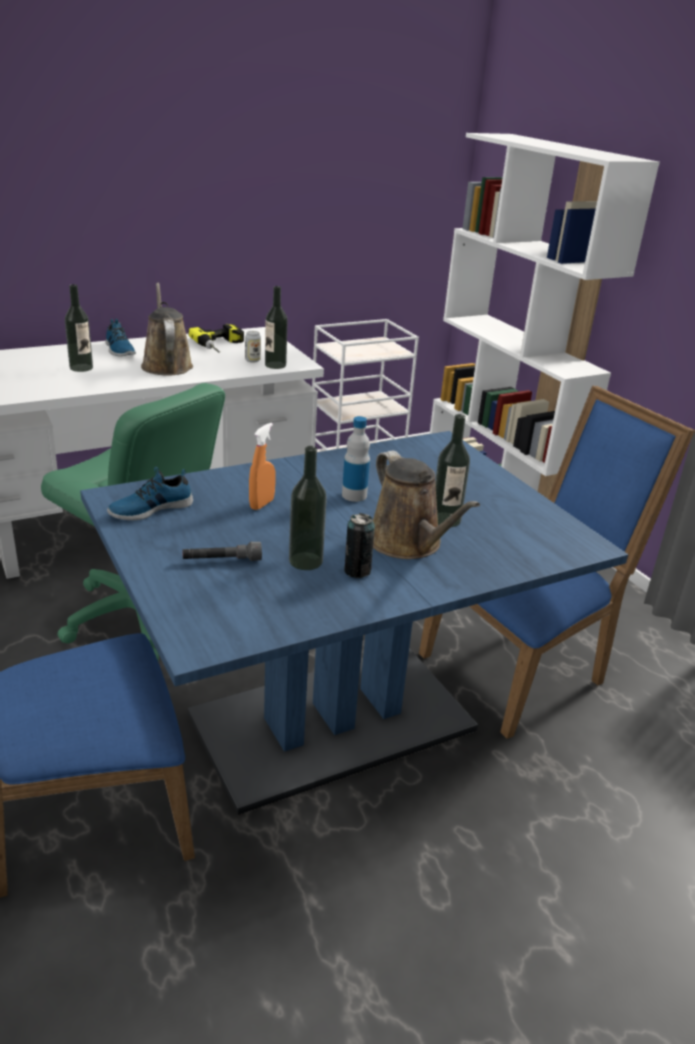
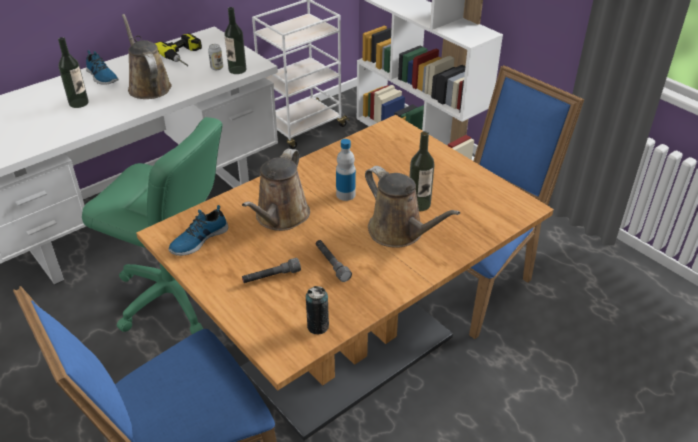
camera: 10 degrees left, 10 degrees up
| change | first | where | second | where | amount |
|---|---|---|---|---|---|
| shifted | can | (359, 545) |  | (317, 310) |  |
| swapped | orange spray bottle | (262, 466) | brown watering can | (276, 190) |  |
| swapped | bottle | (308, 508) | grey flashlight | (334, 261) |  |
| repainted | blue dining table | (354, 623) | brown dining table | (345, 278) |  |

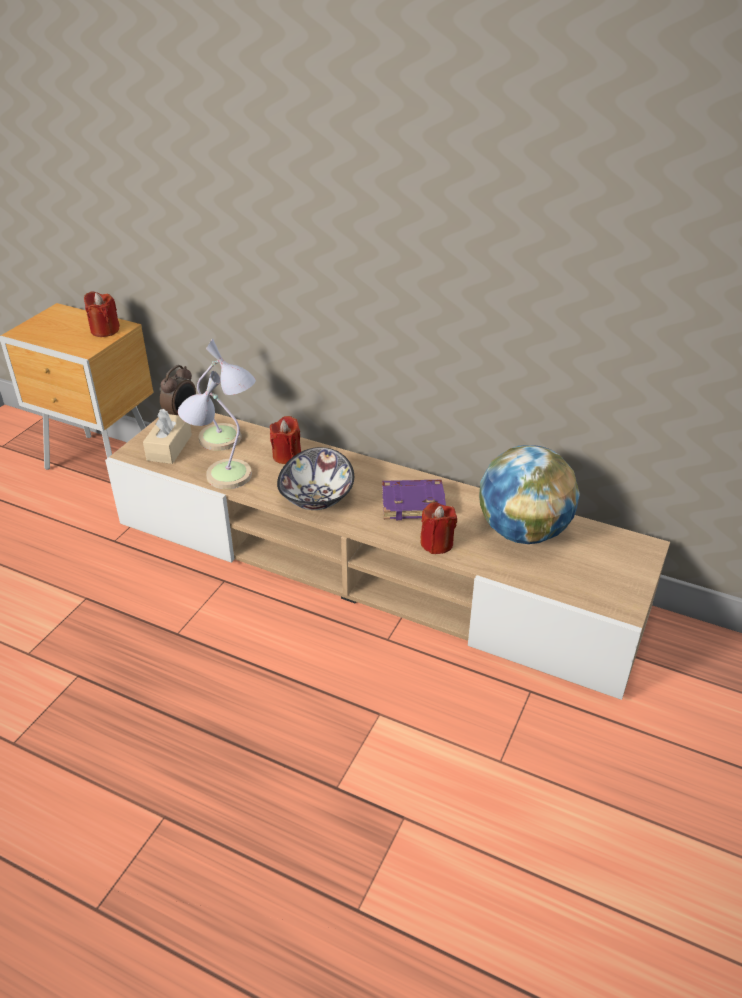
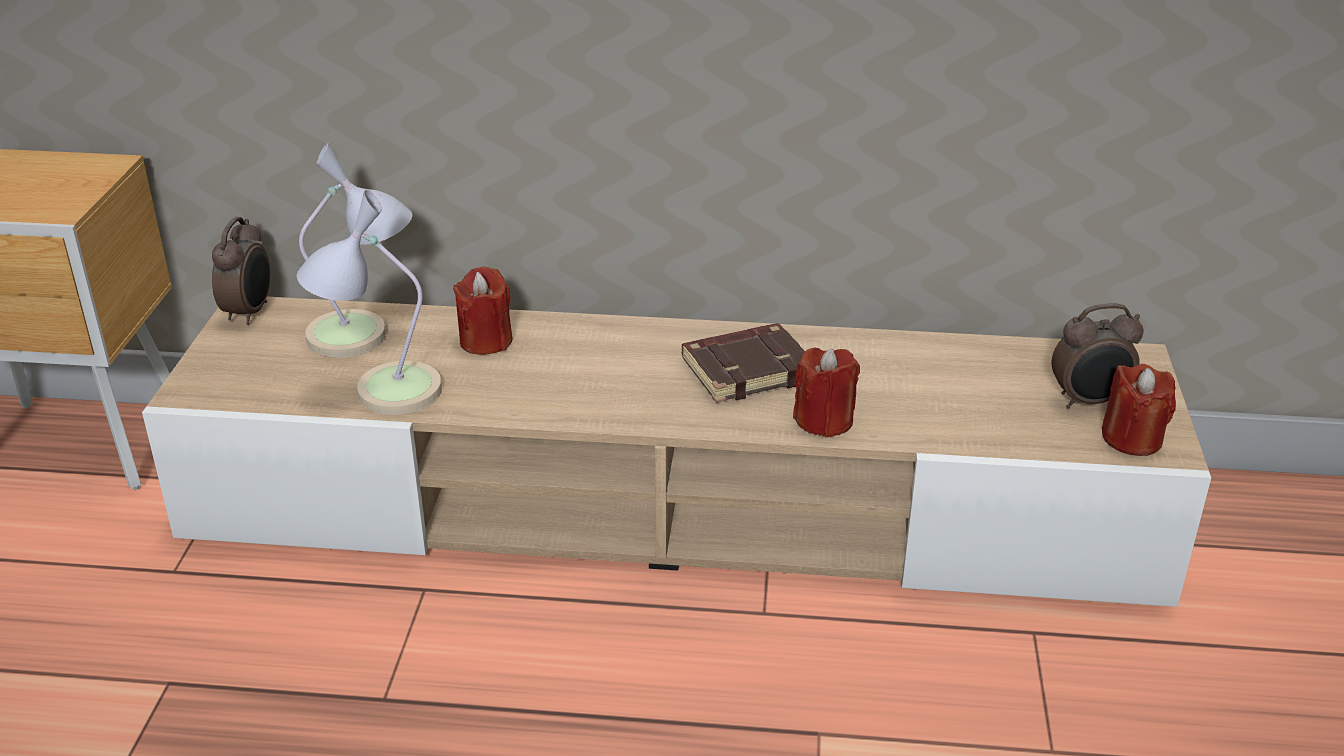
camera: 20 degrees left, 5 degrees down
| change | first | where | second | where | amount |
|---|---|---|---|---|---|
| gone | beige tissue box | (167, 436) |  |  |  |
| gone | bowl | (315, 478) |  |  |  |
| gone | globe | (529, 494) |  |  |  |
| new |  |  | alarm clock | (1098, 355) |  |
| shifted | red candle | (102, 314) |  | (1139, 410) |  |
| repainted | purple book | (414, 500) | brown book | (743, 363) |  |

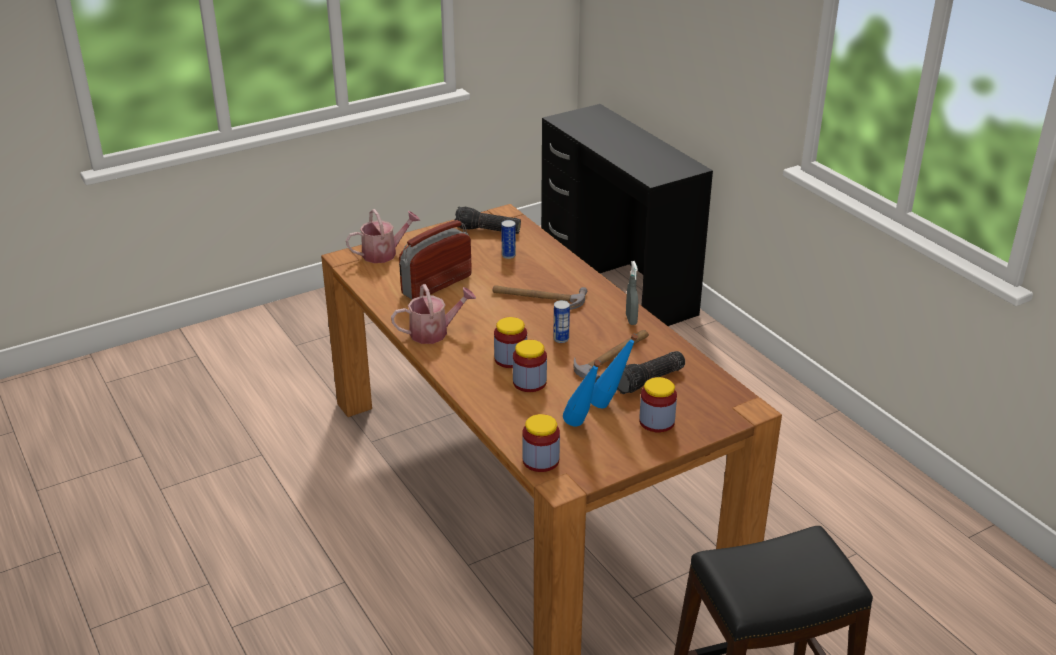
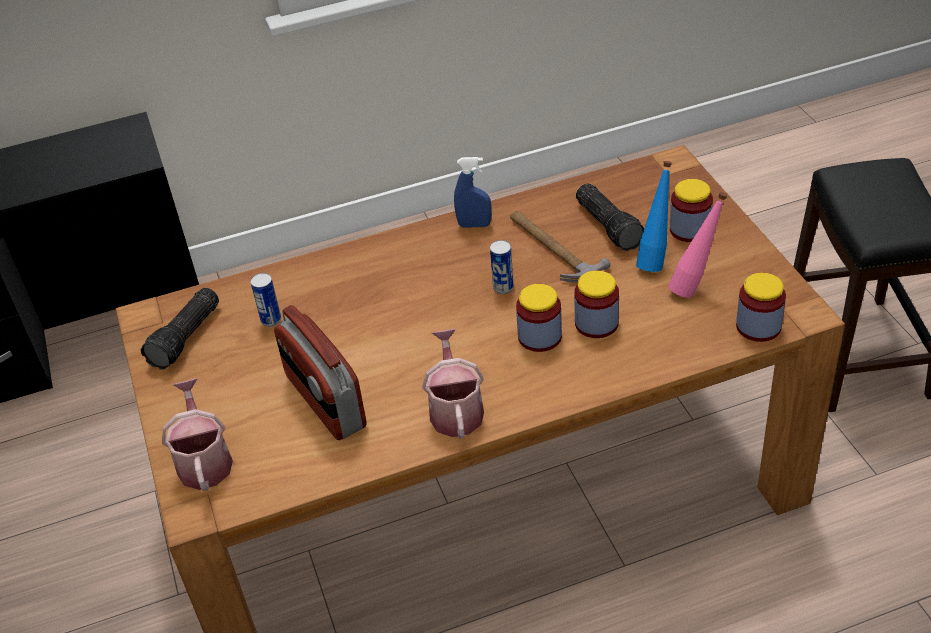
camera: 75 degrees left, 10 degrees up
| change | first | where | second | where | amount |
|---|---|---|---|---|---|
| gone | hammer | (540, 297) |  |  |  |
| repainted | blue bottle | (582, 393) | pink bottle | (697, 245) |  |
| repainted | grey spray bottle | (632, 293) | blue spray bottle | (473, 192) |  |

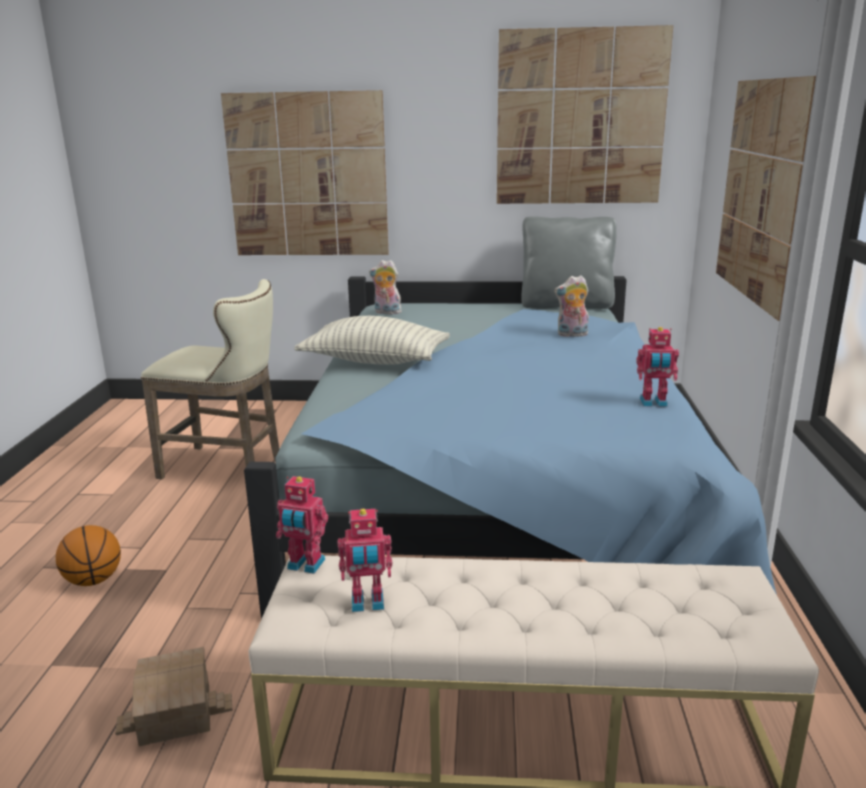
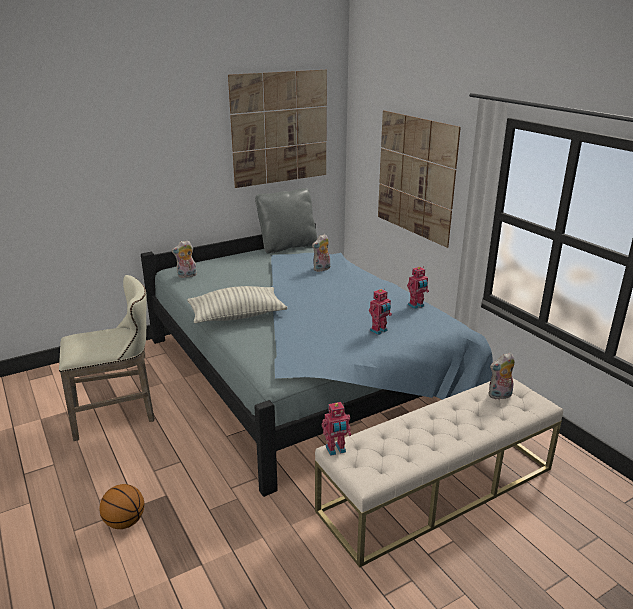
camera: 35 degrees left, 5 degrees up
| change | first | where | second | where | amount |
|---|---|---|---|---|---|
| gone | toy house | (173, 696) |  |  |  |
| gone | picture | (305, 172) |  |  |  |
| new |  |  | plush toy | (501, 376) |  |
| shifted | toy robot | (364, 560) |  | (380, 311) |  |

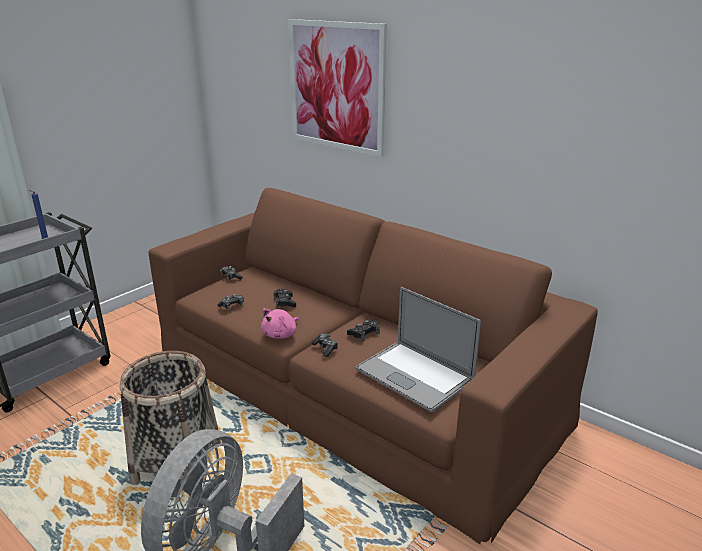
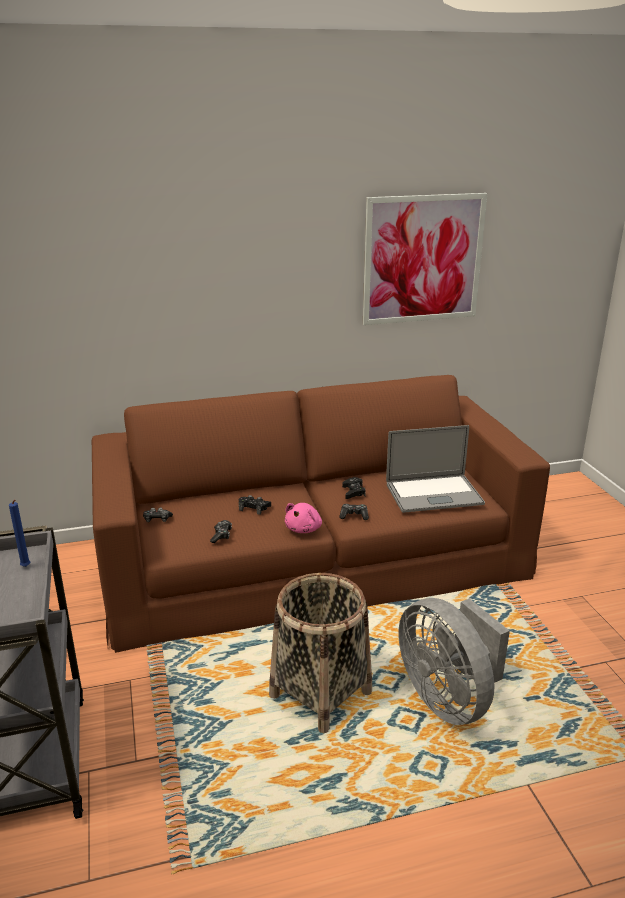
camera: 55 degrees left, 0 degrees up
| change | first | where | second | where | amount |
|---|---|---|---|---|---|
| shifted | picture | (337, 88) |  | (425, 259) |  |
| rotated | pink plush toy | (280, 323) |  | (303, 518) | 45 degrees clockwise |

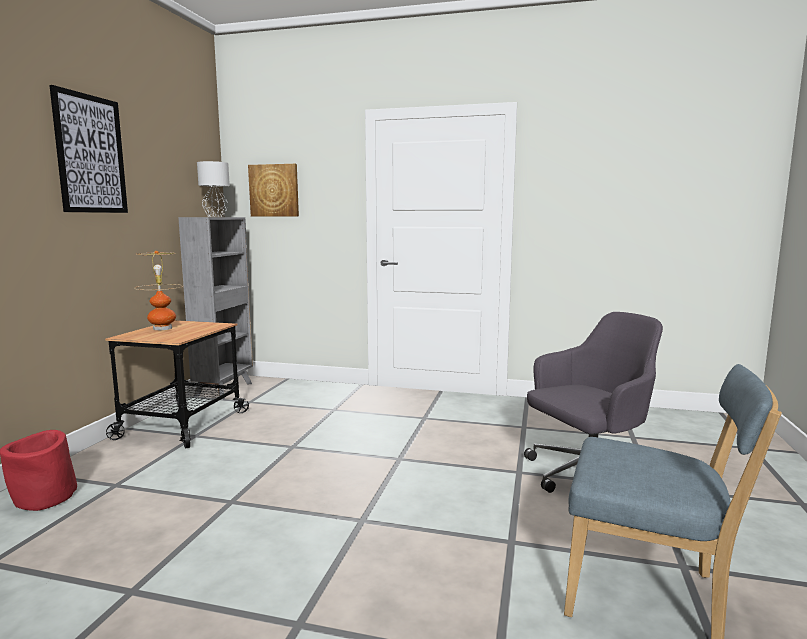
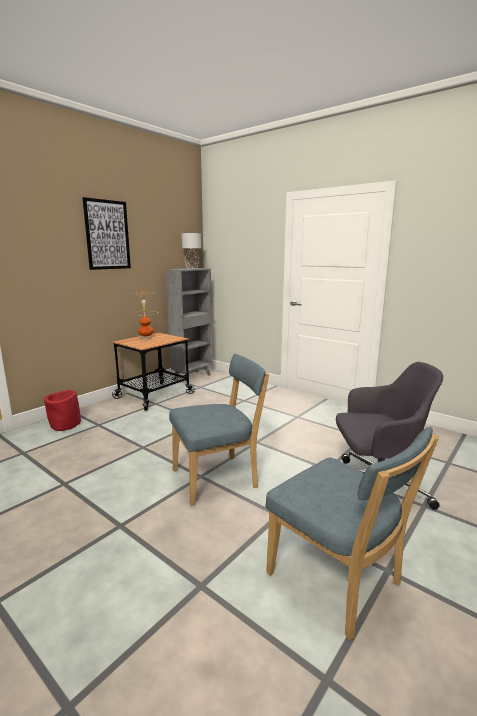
camera: 25 degrees right, 5 degrees up
| change | first | where | second | where | amount |
|---|---|---|---|---|---|
| gone | picture | (273, 190) |  |  |  |
| new |  |  | blue chair | (219, 430) |  |

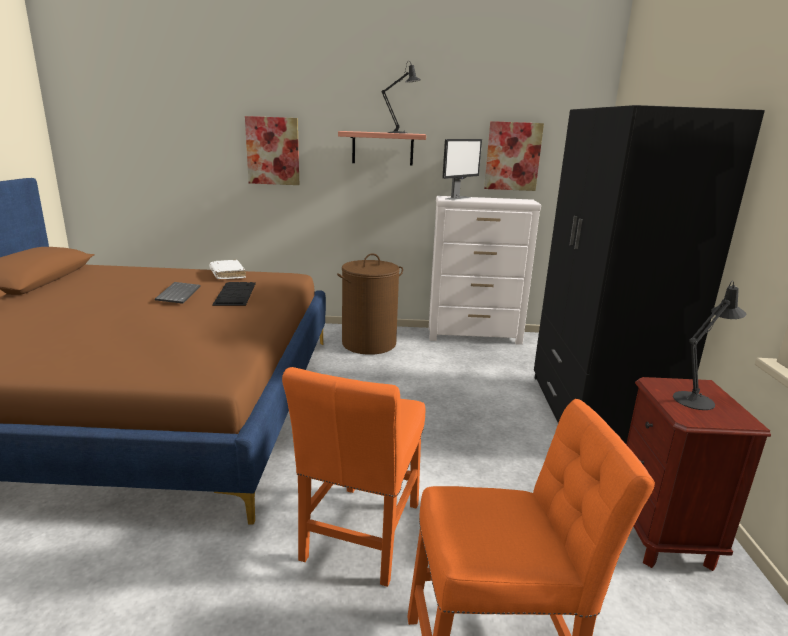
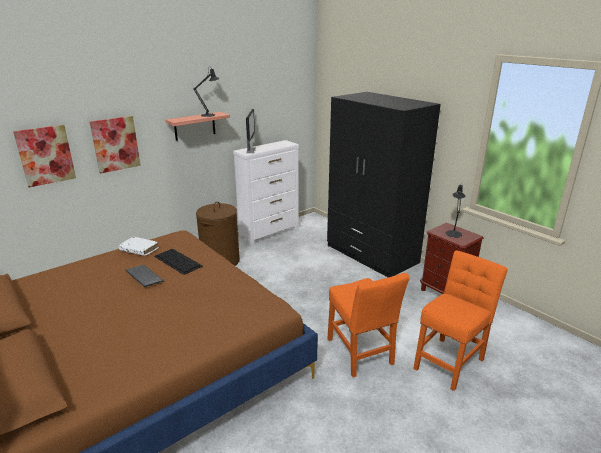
camera: 40 degrees left, 5 degrees up
| change | first | where | second | where | amount |
|---|---|---|---|---|---|
| shifted | picture | (514, 156) |  | (44, 156) |  |

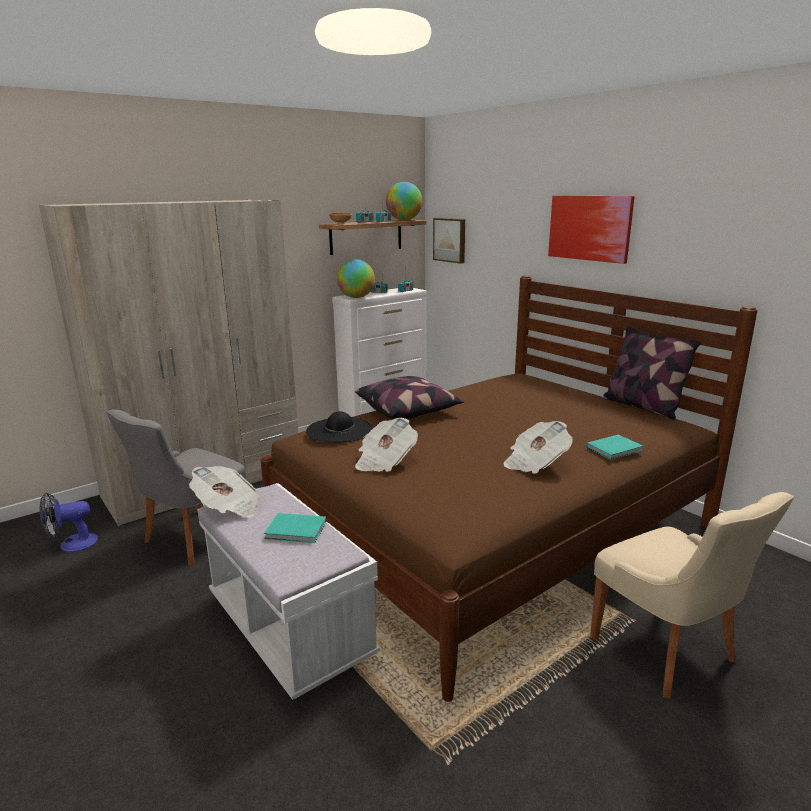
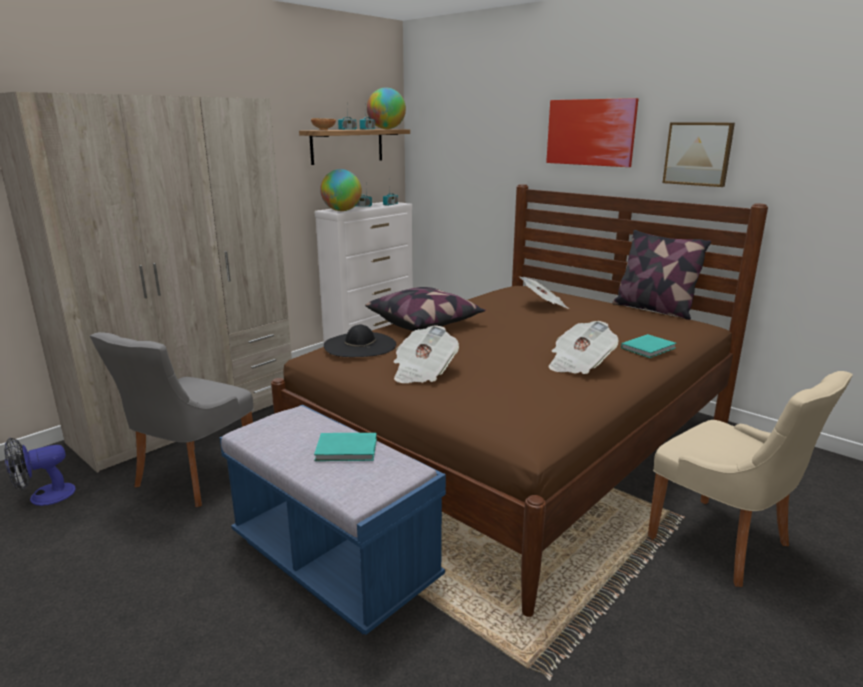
camera: 10 degrees left, 0 degrees up
| change | first | where | second | where | amount |
|---|---|---|---|---|---|
| shifted | newspaper | (225, 492) |  | (544, 292) |  |
| shifted | picture | (449, 241) |  | (699, 154) |  |
| repainted | white bench | (289, 591) | blue bench | (333, 520) |  |

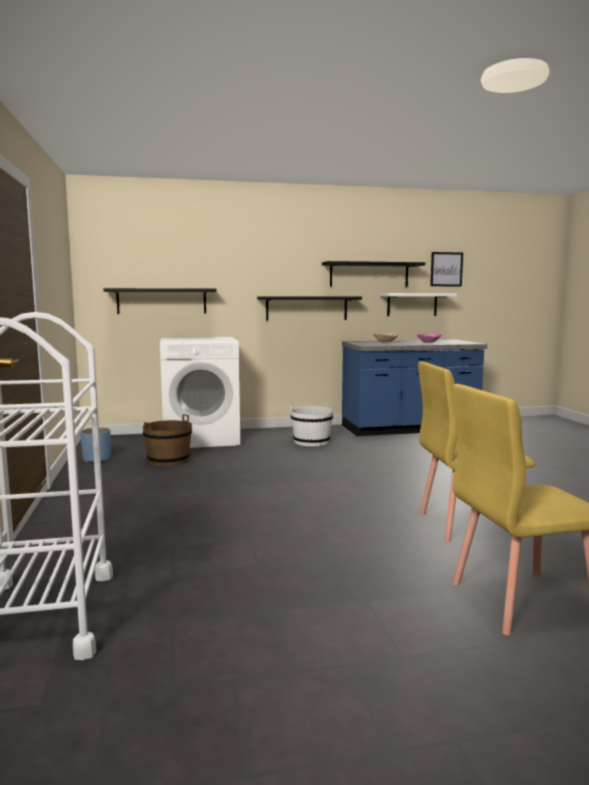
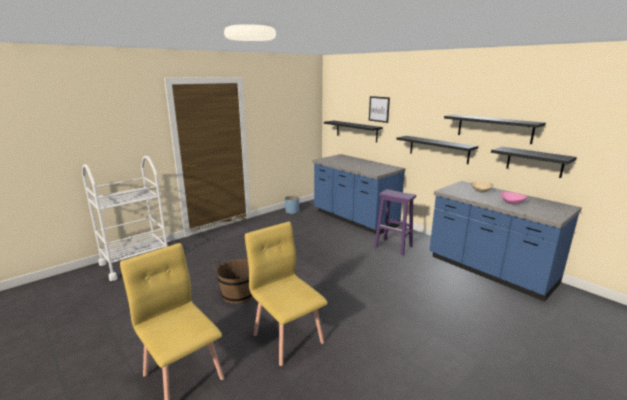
camera: 60 degrees right, 10 degrees up
| change | first | where | second | where | amount |
|---|---|---|---|---|---|
| shifted | brown bucket | (167, 440) |  | (234, 281) |  |
| shifted | picture | (446, 269) |  | (379, 109) |  |
| swapped | white washing machine | (200, 392) | blue counter | (358, 194) |  |
| swapped | white bucket | (312, 424) | purple stool | (395, 222) |  |
| repainted | white shelf | (418, 304) | black shelf | (534, 162) |  |

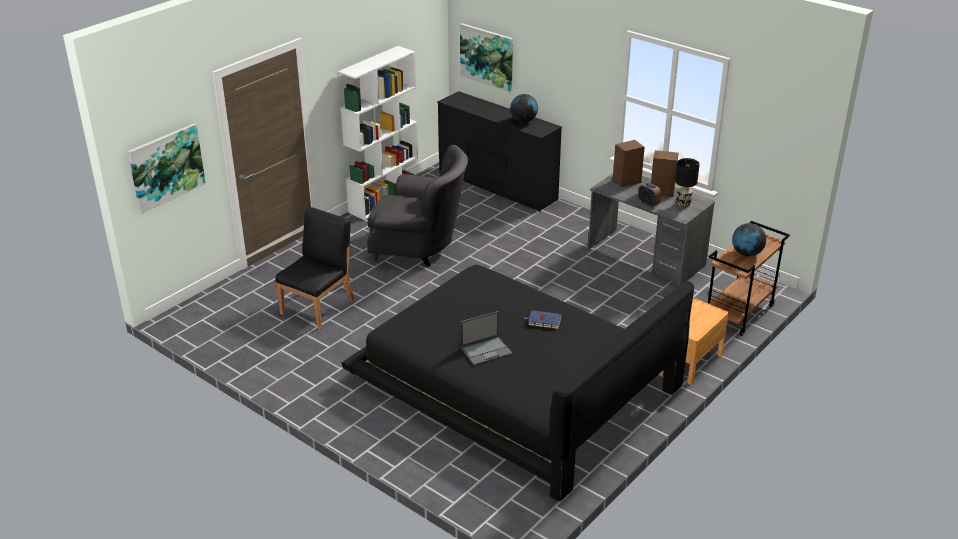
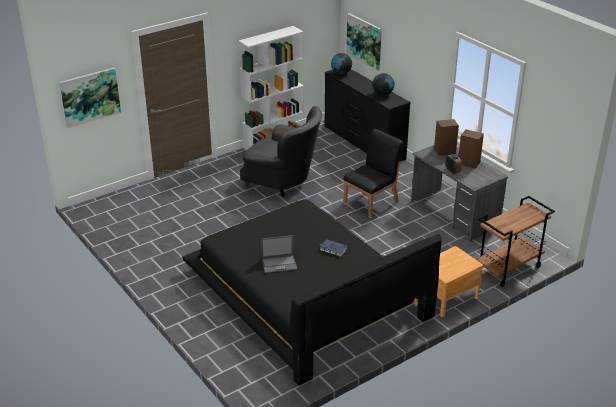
camera: 15 degrees right, 0 degrees up
| change | first | where | second | where | amount |
|---|---|---|---|---|---|
| gone | black table lamp | (687, 183) |  |  |  |
| shifted | black chair | (315, 268) |  | (374, 174) |  |
| shifted | globe | (749, 239) |  | (341, 63) |  |

